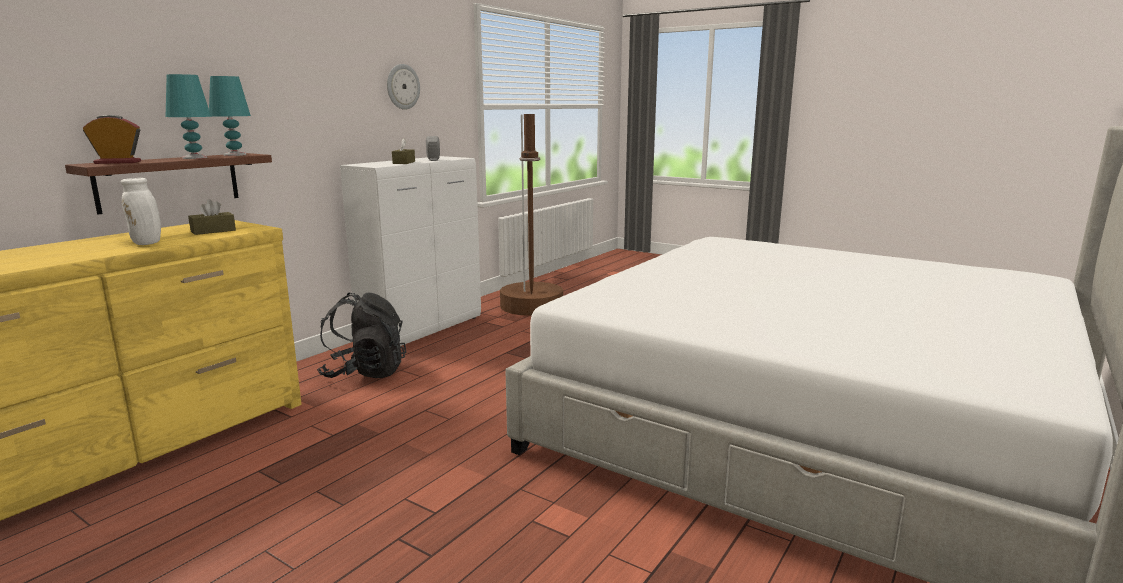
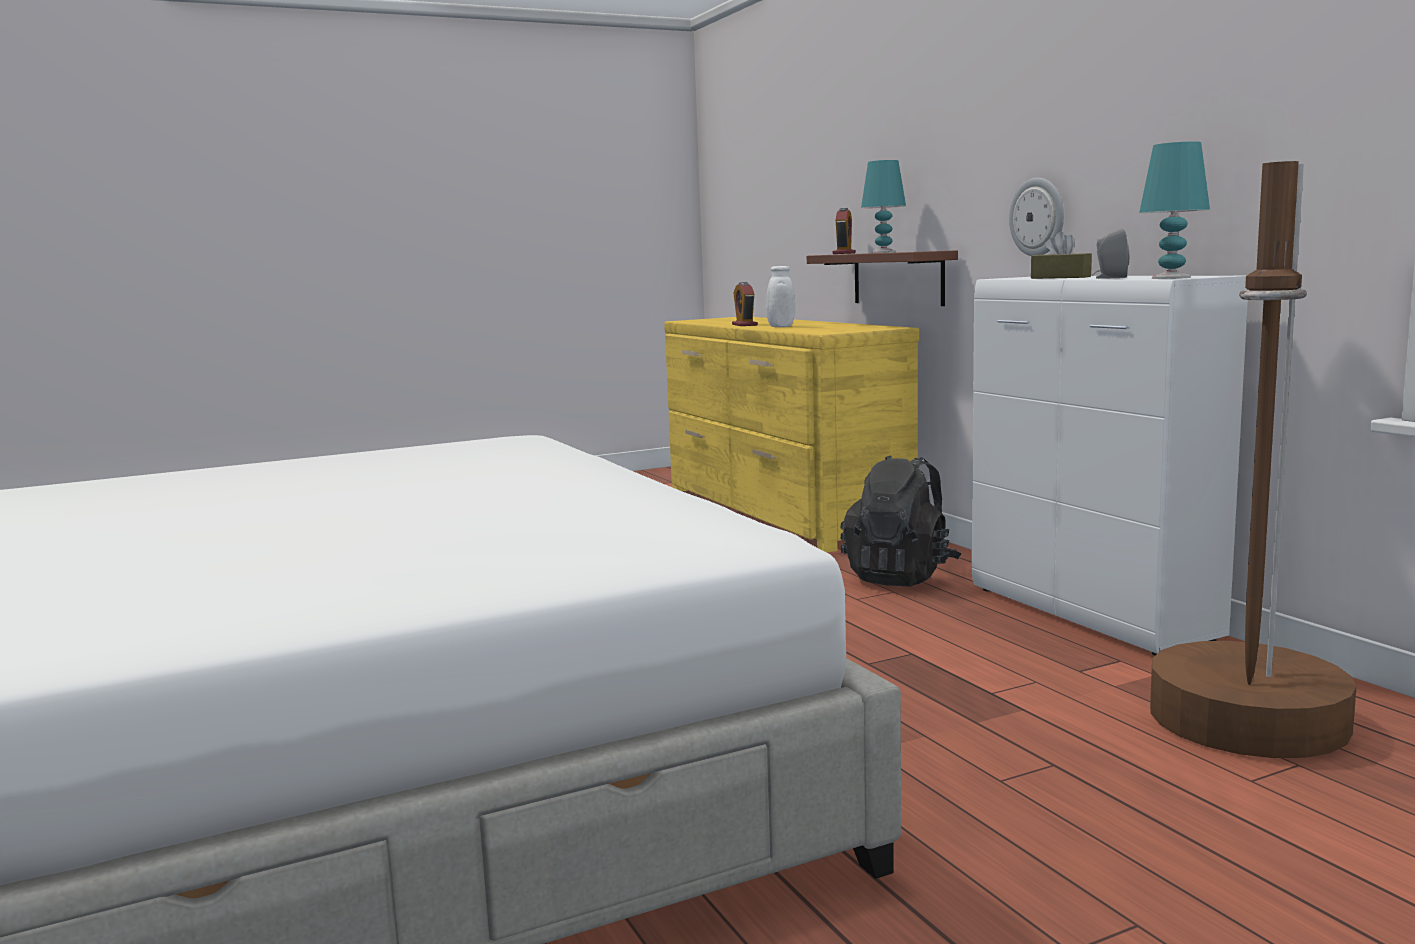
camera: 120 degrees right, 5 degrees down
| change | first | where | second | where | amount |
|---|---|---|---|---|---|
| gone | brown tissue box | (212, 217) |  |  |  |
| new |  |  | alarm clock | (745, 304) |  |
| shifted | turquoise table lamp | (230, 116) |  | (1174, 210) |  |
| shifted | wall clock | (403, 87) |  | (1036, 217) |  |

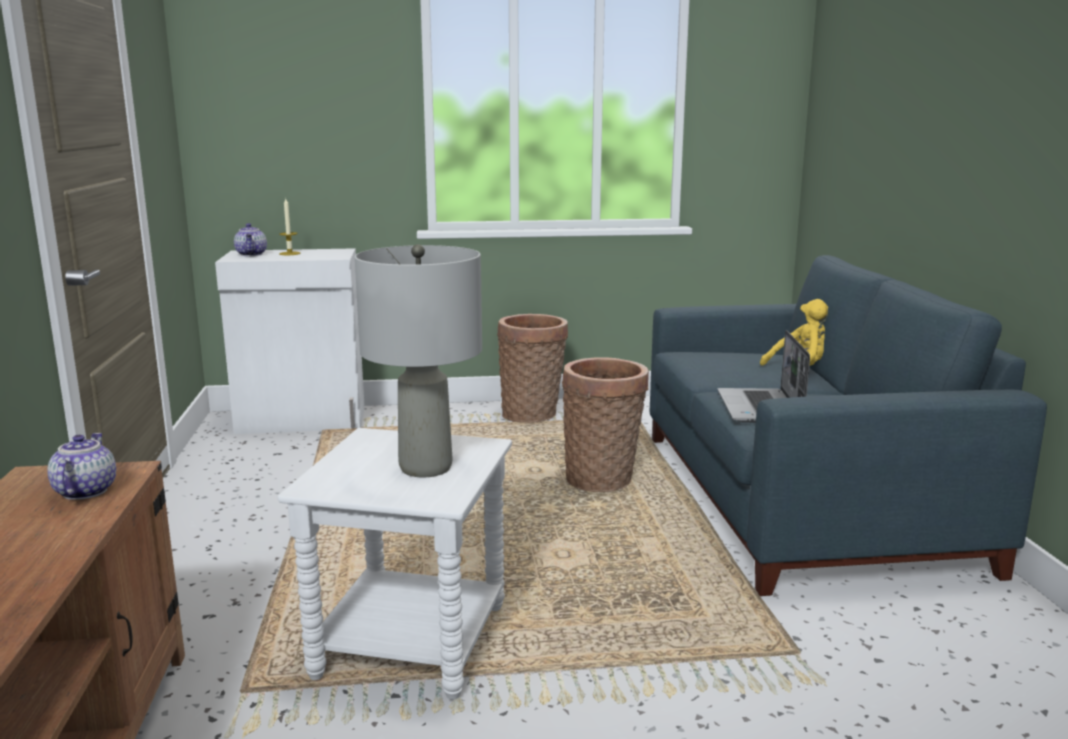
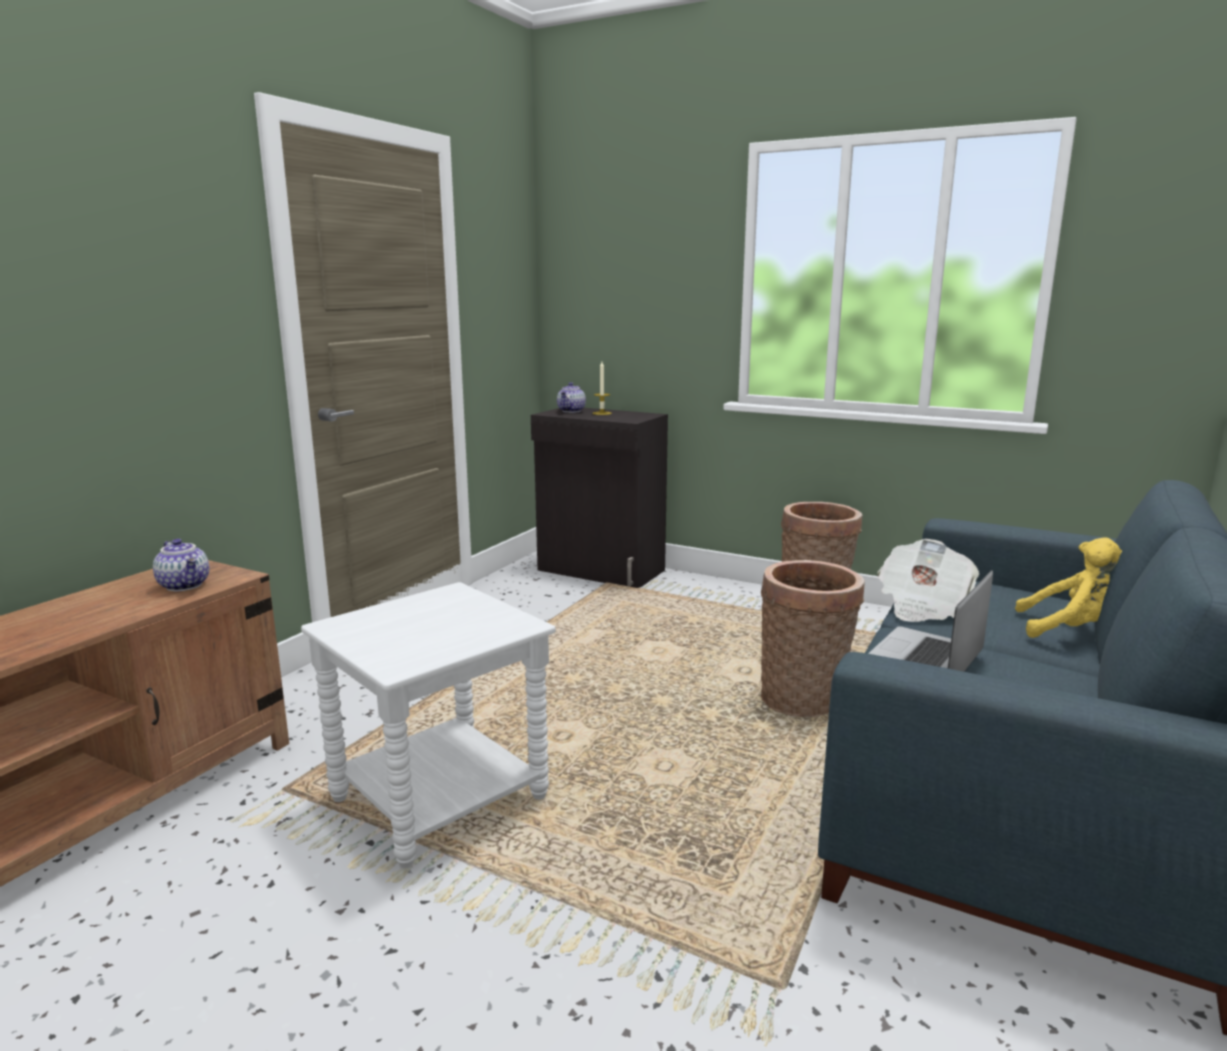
camera: 35 degrees right, 0 degrees up
| change | first | where | second | where | amount |
|---|---|---|---|---|---|
| gone | grey table lamp | (418, 360) |  |  |  |
| new |  |  | newspaper | (928, 580) |  |
| repainted | white cabinet | (290, 341) | black cabinet | (599, 498) |  |
| rotated | teapot | (81, 466) |  | (181, 565) | 105 degrees clockwise |

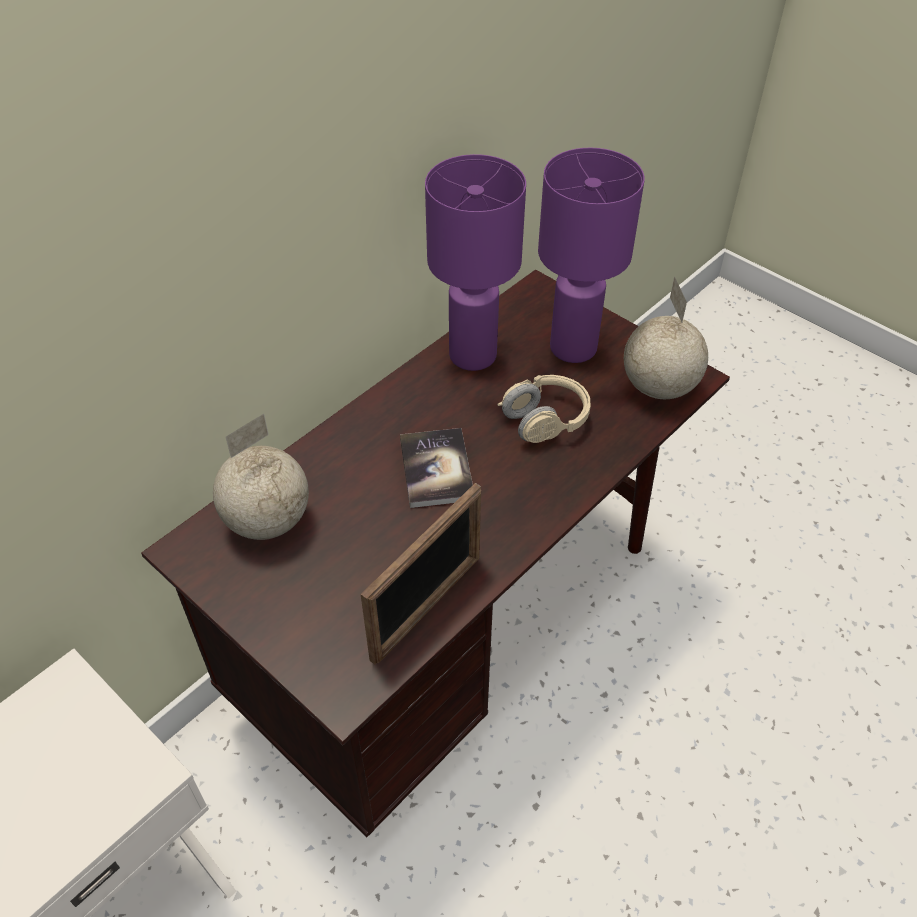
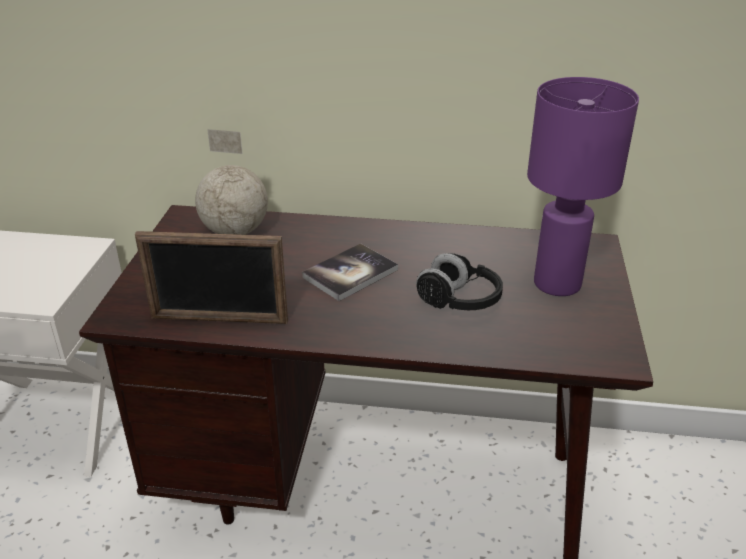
camera: 55 degrees right, 15 degrees down
| change | first | where | second | where | amount |
|---|---|---|---|---|---|
| gone | purple table lamp | (475, 262) |  |  |  |
| gone | globe | (666, 337) |  |  |  |
| repainted | beige headphones | (543, 409) | black headphones | (459, 281) |  |

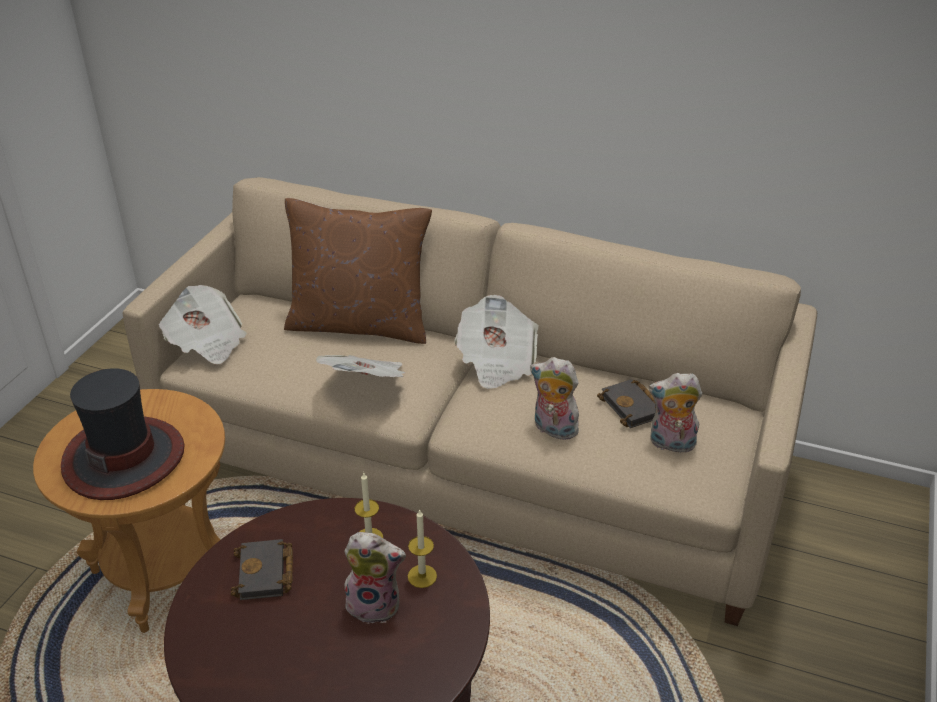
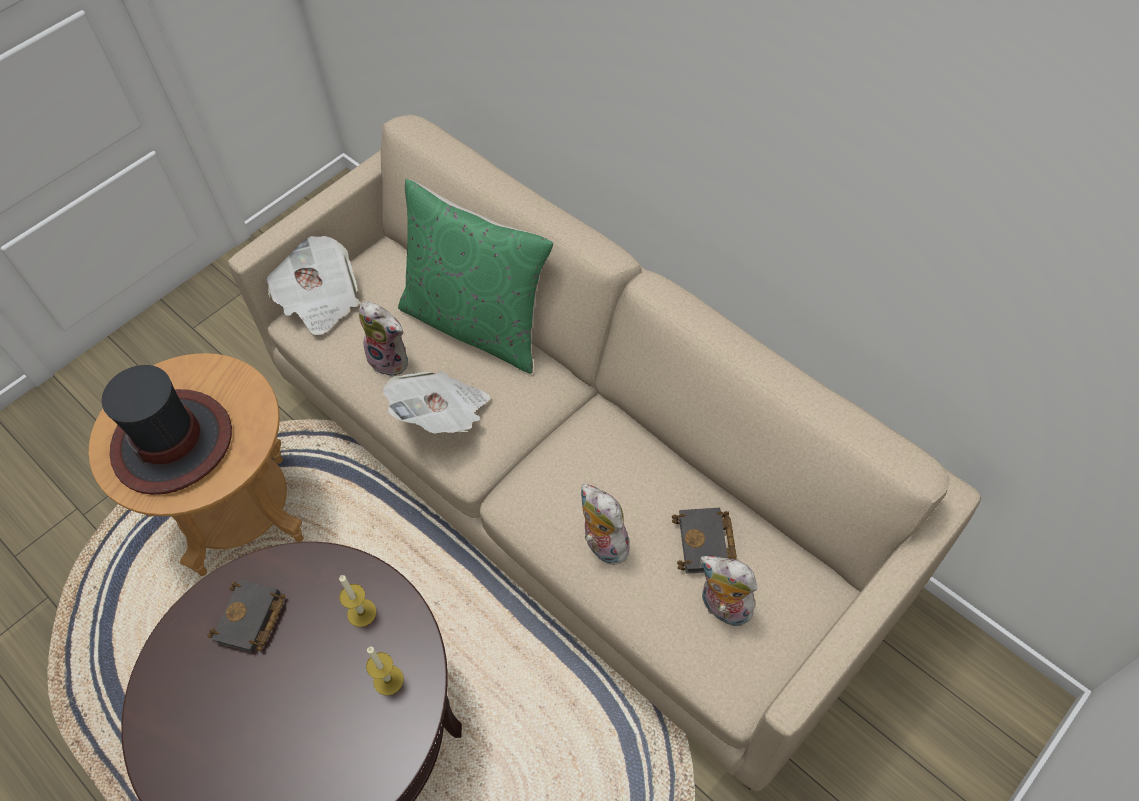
camera: 25 degrees right, 20 degrees up
| change | first | where | second | where | amount |
|---|---|---|---|---|---|
| gone | newspaper | (497, 342) |  |  |  |
| shifted | plush toy | (375, 577) |  | (383, 339) |  |
| repainted | brown pillow | (358, 271) | green pillow | (476, 276) |  |

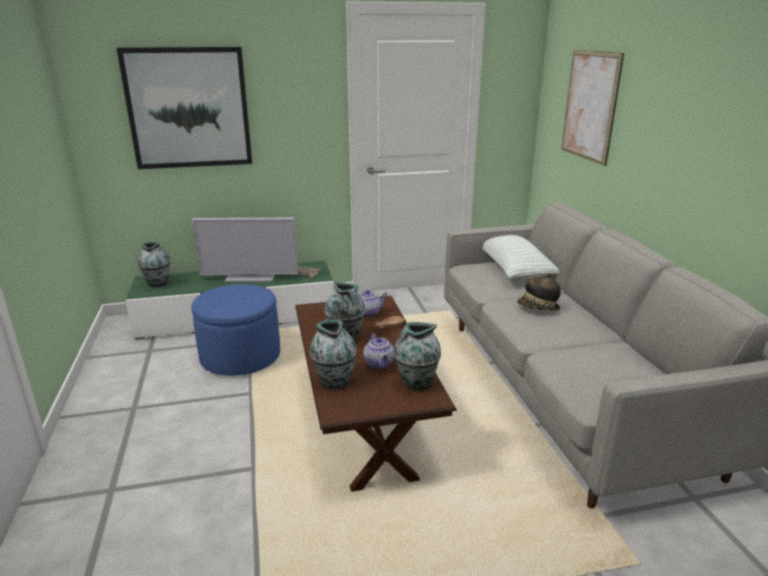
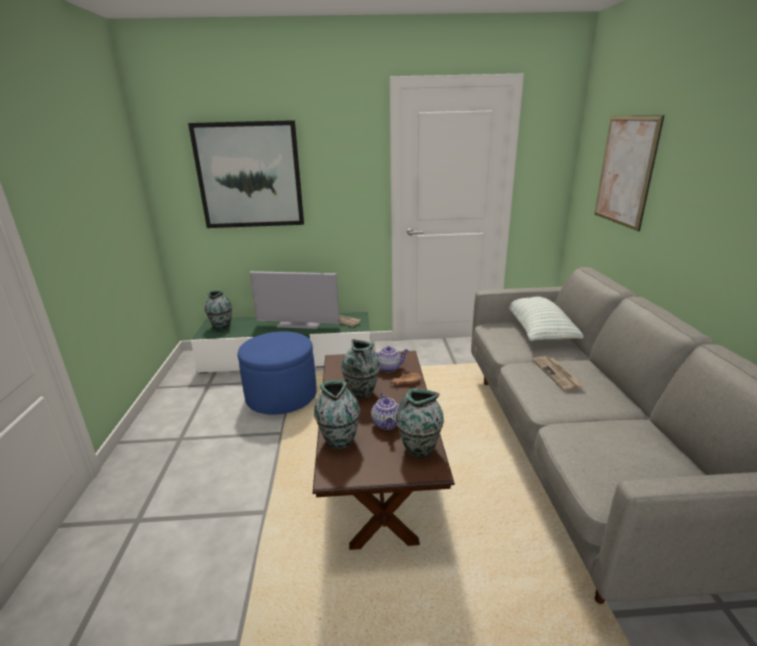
camera: 10 degrees right, 0 degrees up
| change | first | where | second | where | amount |
|---|---|---|---|---|---|
| swapped | hat | (539, 292) | newspaper | (558, 373) |  |

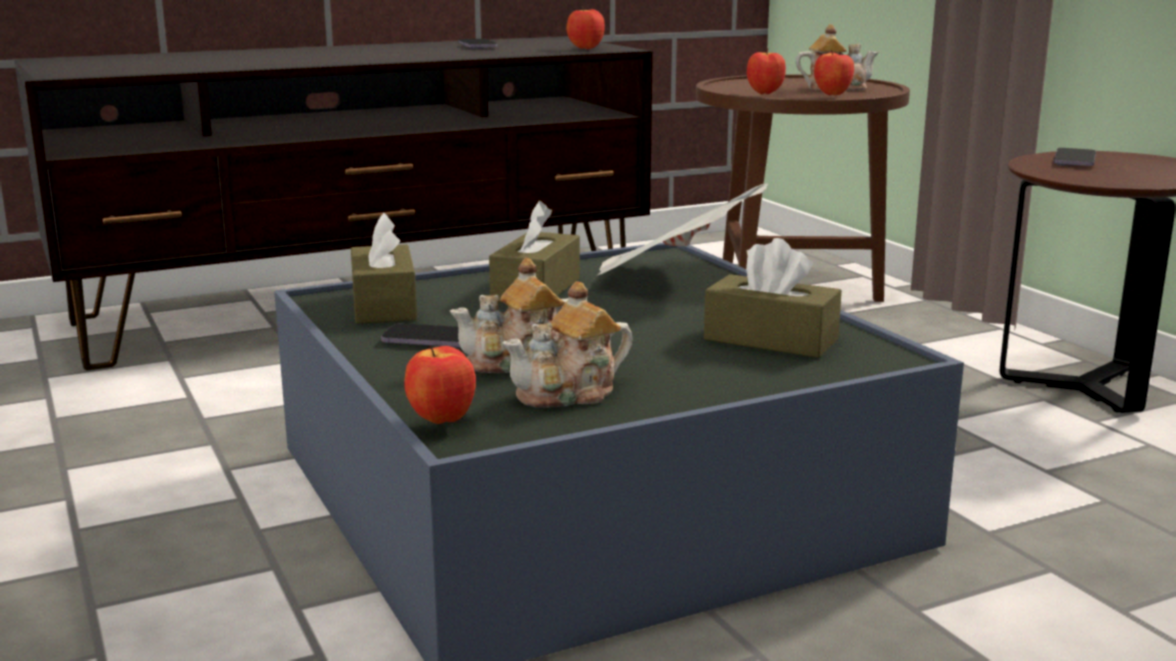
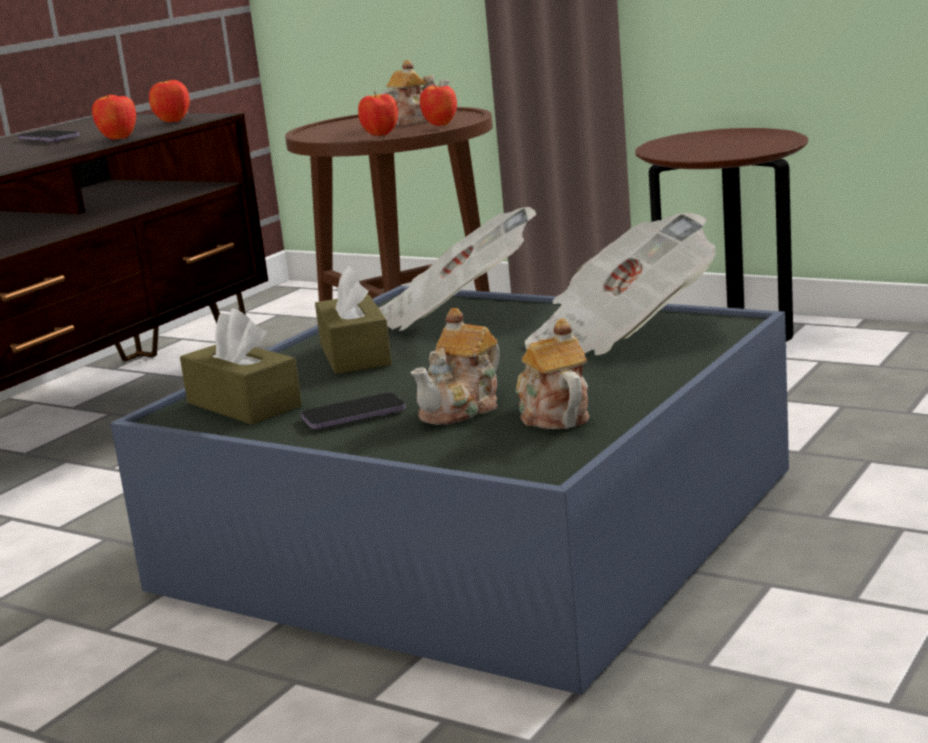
camera: 30 degrees left, 0 degrees up
| change | first | where | second | where | amount |
|---|---|---|---|---|---|
| gone | phone | (1075, 157) |  |  |  |
| shifted | apple | (440, 385) |  | (114, 116) |  |
| swapped | brown tissue box | (773, 298) | newspaper | (620, 284) |  |
| rotated | teapot | (567, 344) |  | (552, 373) | 135 degrees clockwise |

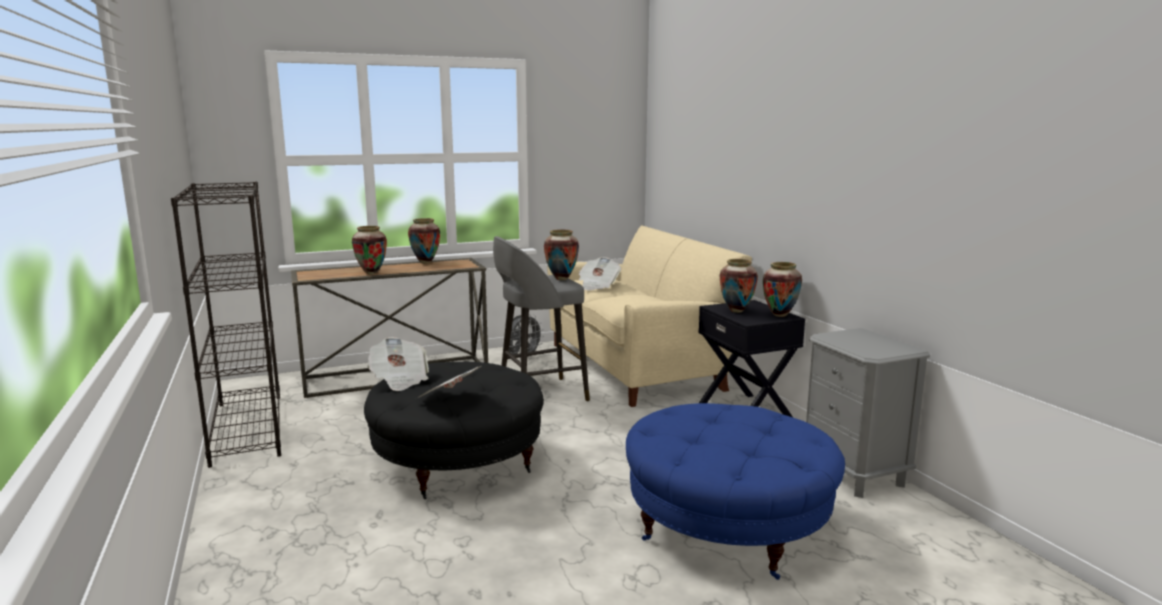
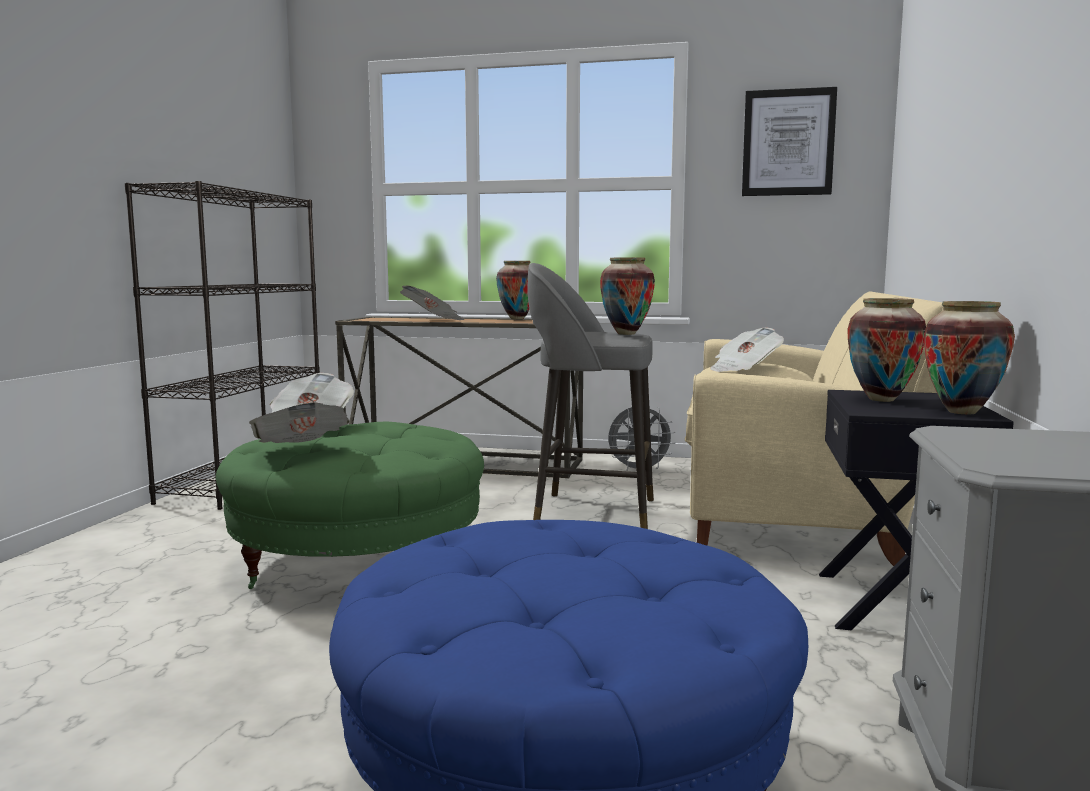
camera: 35 degrees right, 5 degrees down
| change | first | where | second | where | amount |
|---|---|---|---|---|---|
| new |  |  | picture | (789, 141) |  |
| swapped | vase | (369, 250) | newspaper | (432, 303) |  |
| repainted | black ottoman | (454, 430) | green ottoman | (350, 505) |  |

